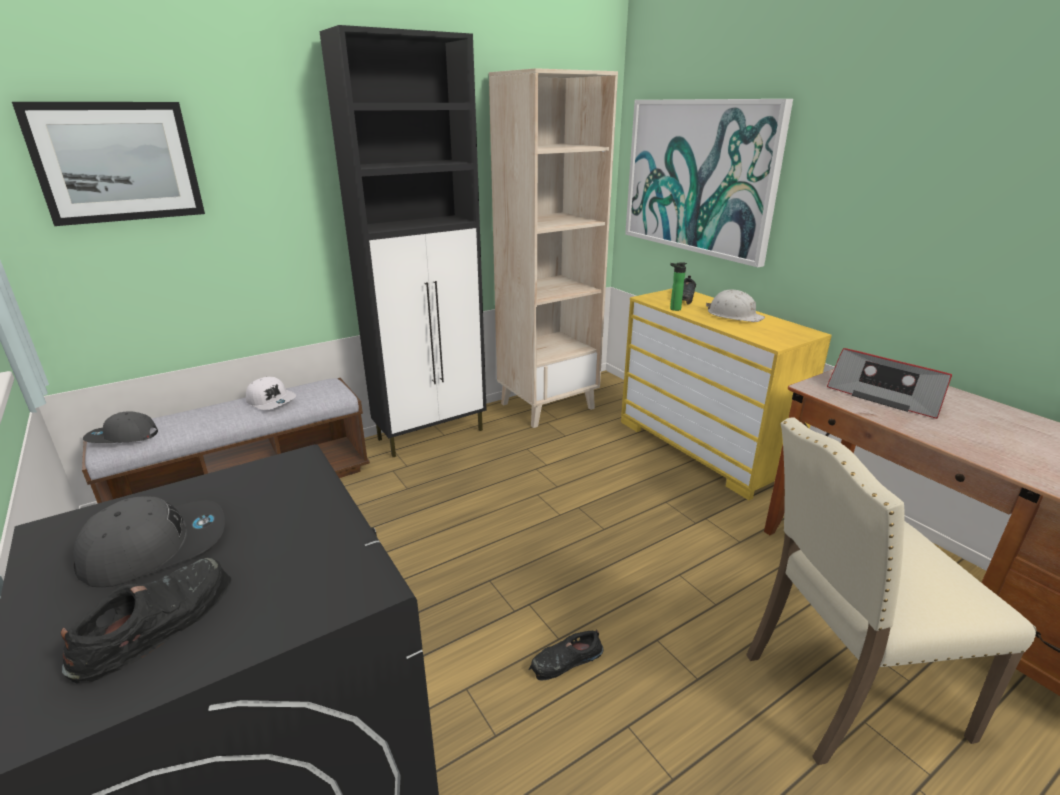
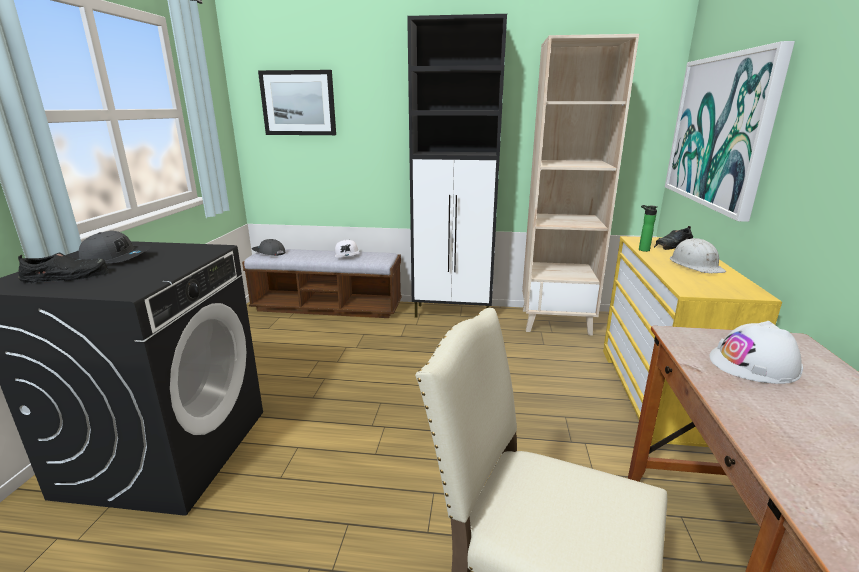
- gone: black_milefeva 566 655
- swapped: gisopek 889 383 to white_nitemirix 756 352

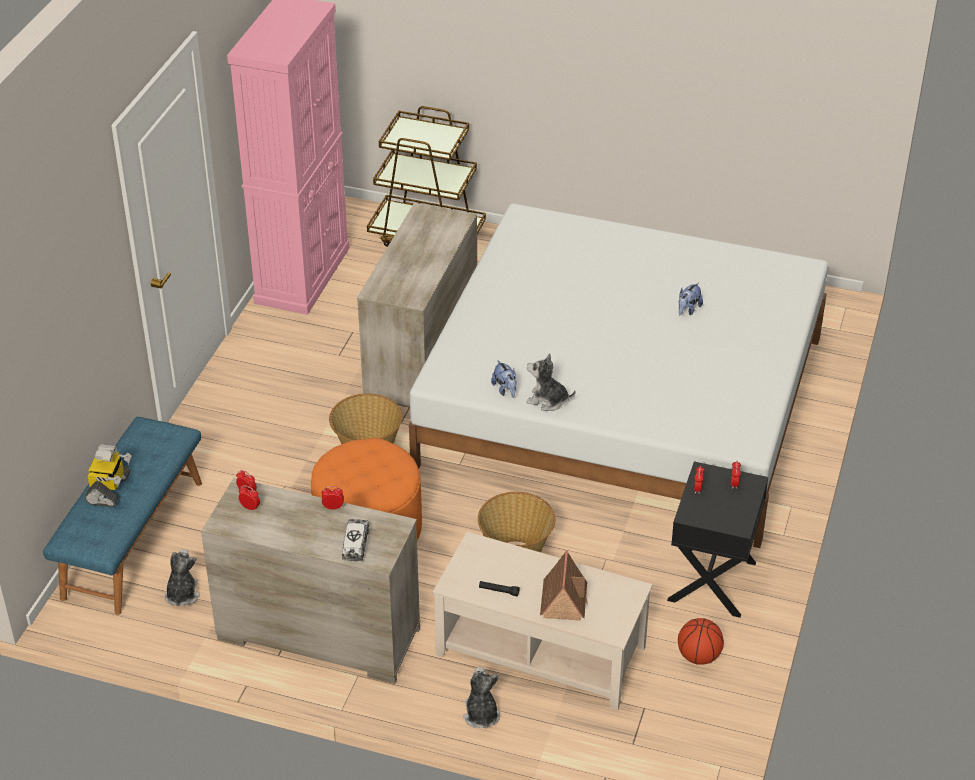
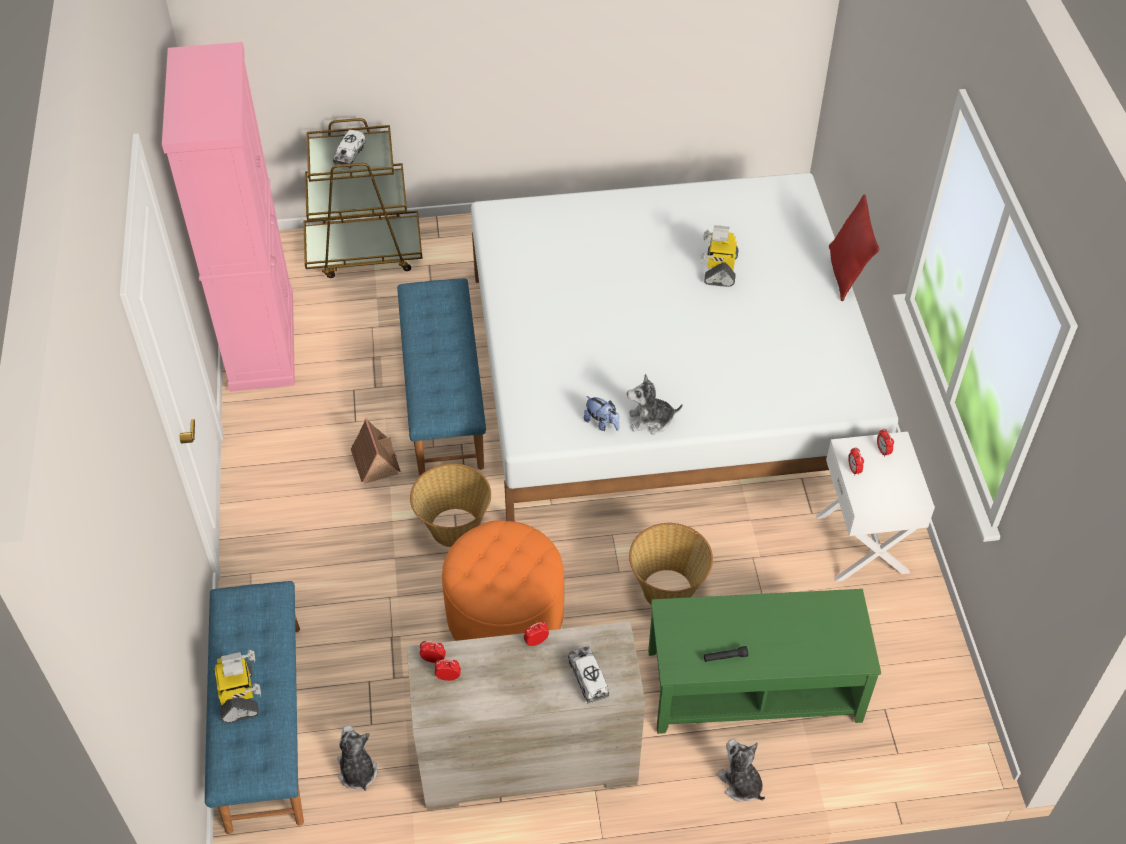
- swapped: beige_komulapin 417 305 to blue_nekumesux 441 376
- repainted: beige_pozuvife 543 621 to green_pozuvife 764 661
- shifted: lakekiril 564 585 to 376 450
- repainted: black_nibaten 717 539 to white_nibaten 875 507
- gone: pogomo 701 641
- swapped: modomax 691 299 to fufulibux 719 256
- new: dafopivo 349 149
- new: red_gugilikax 854 247

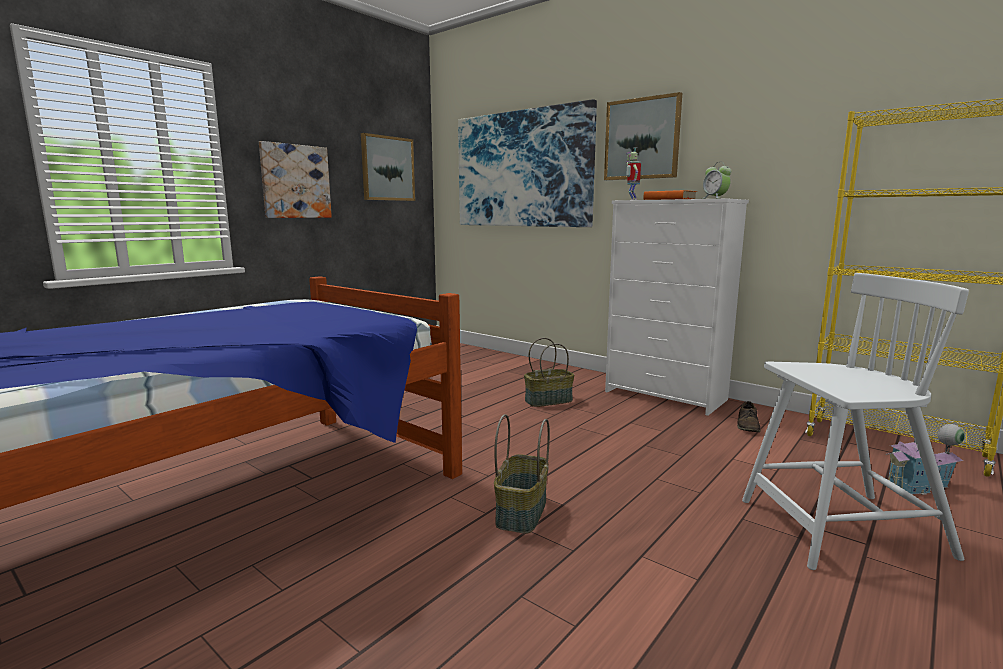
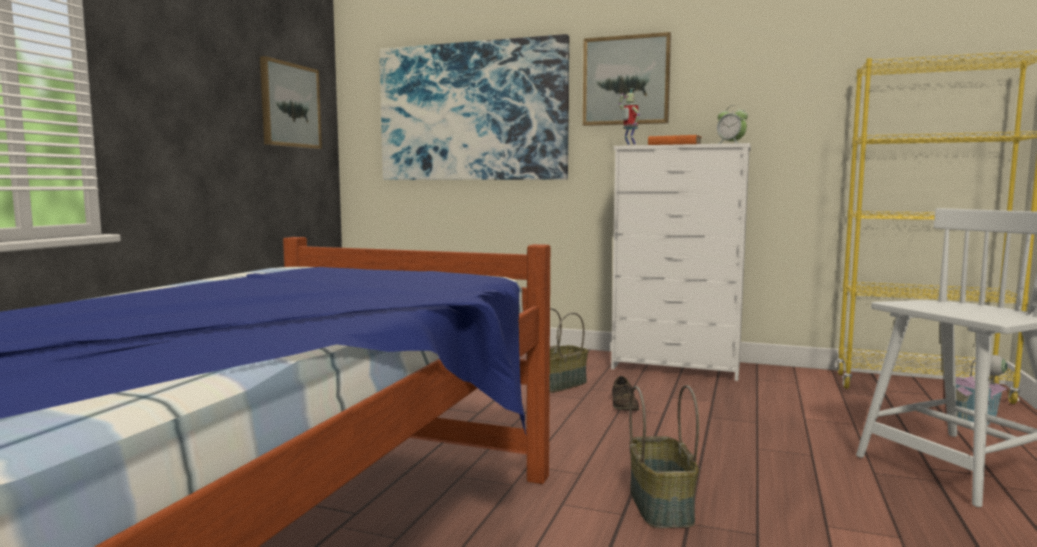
- gone: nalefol 295 179
- shifted: brown_milefeva 749 416 to 626 393

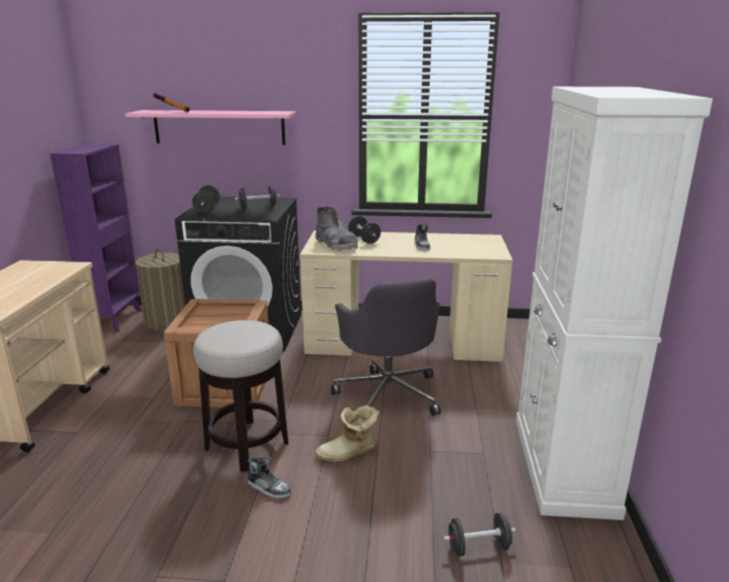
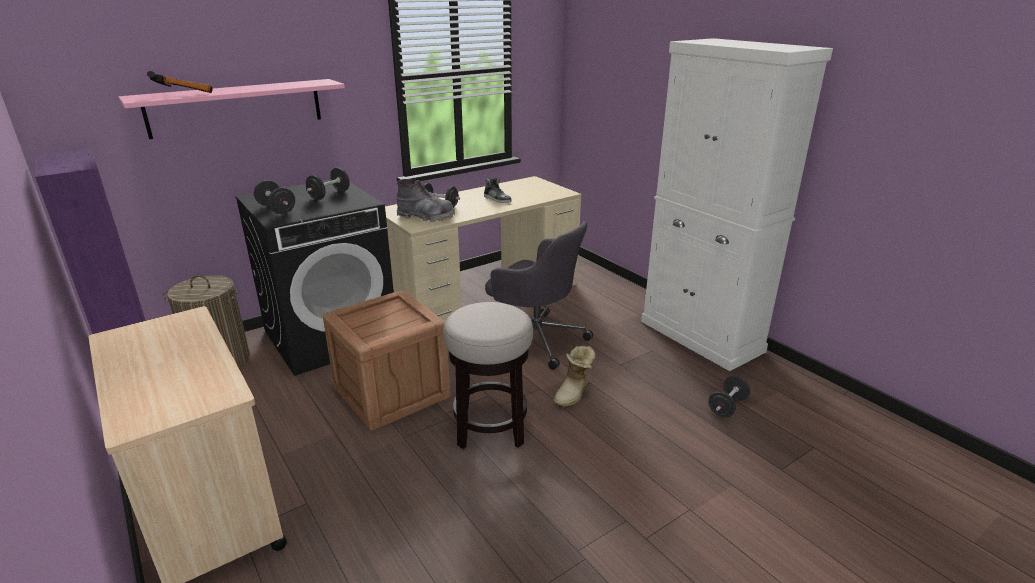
- gone: milefeva 269 478

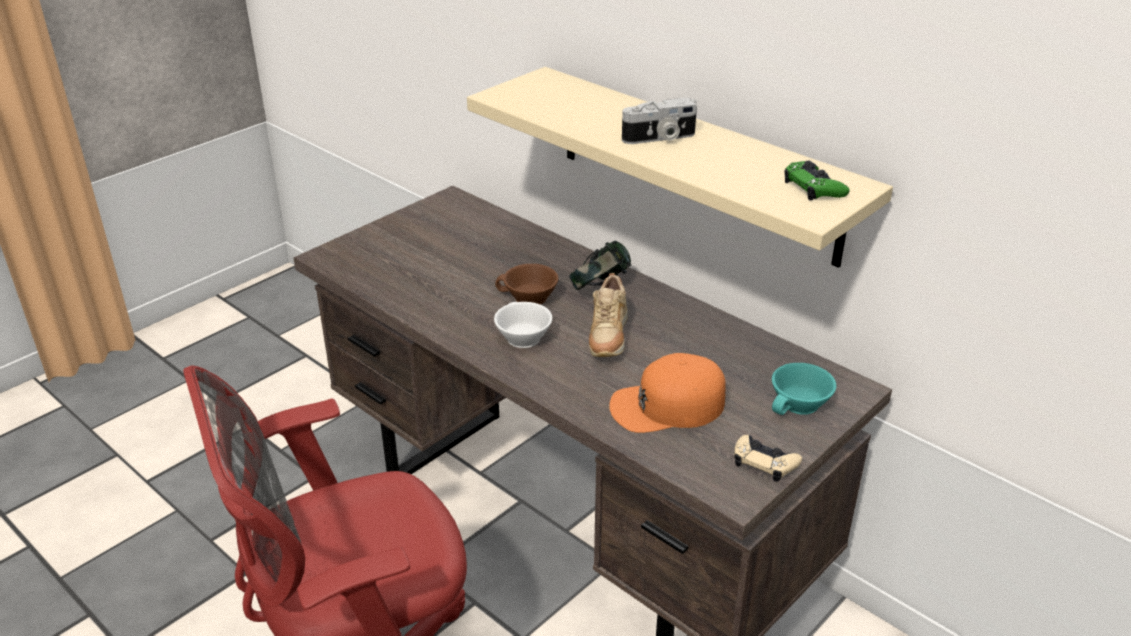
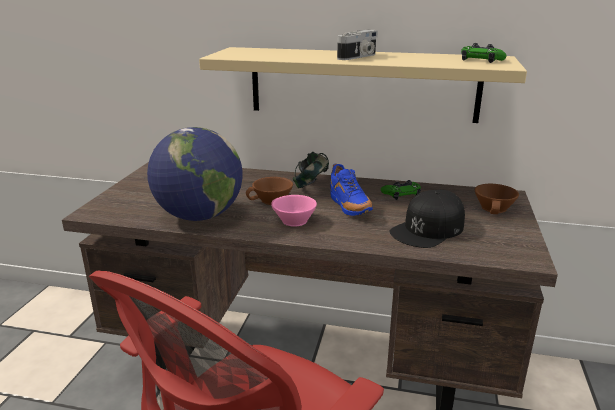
- repainted: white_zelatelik 523 325 to pink_zelatelik 294 211
- repainted: beige_milefeva 608 315 to blue_milefeva 351 189
- repainted: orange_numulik 667 393 to black_numulik 427 219
- gone: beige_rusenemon 768 458
- repainted: turquoise_zelatelik 804 389 to brown_zelatelik 497 199
- new: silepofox 195 174
- new: green_rusenemon 401 190

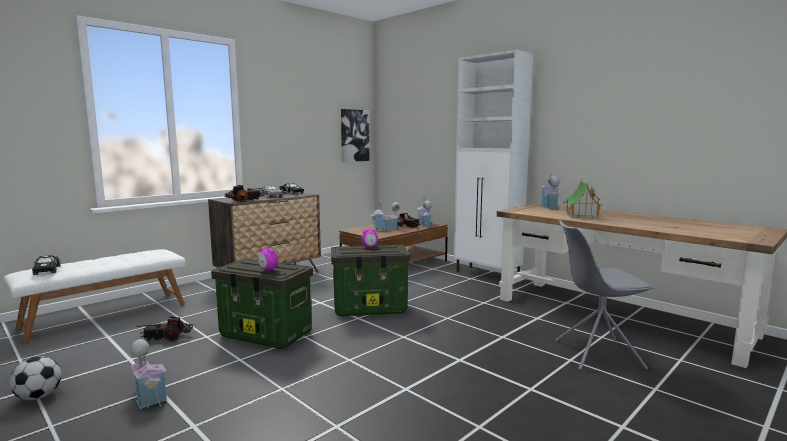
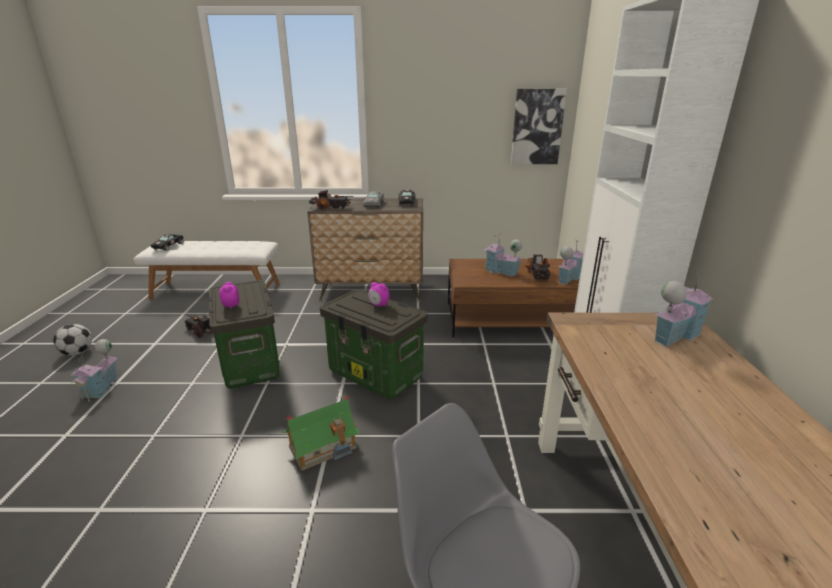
- shifted: lakekiril 582 199 to 321 433

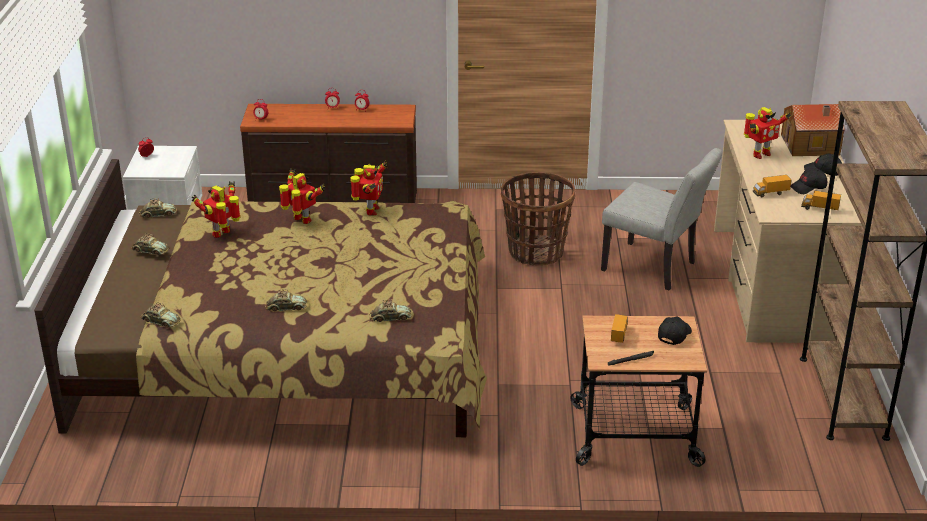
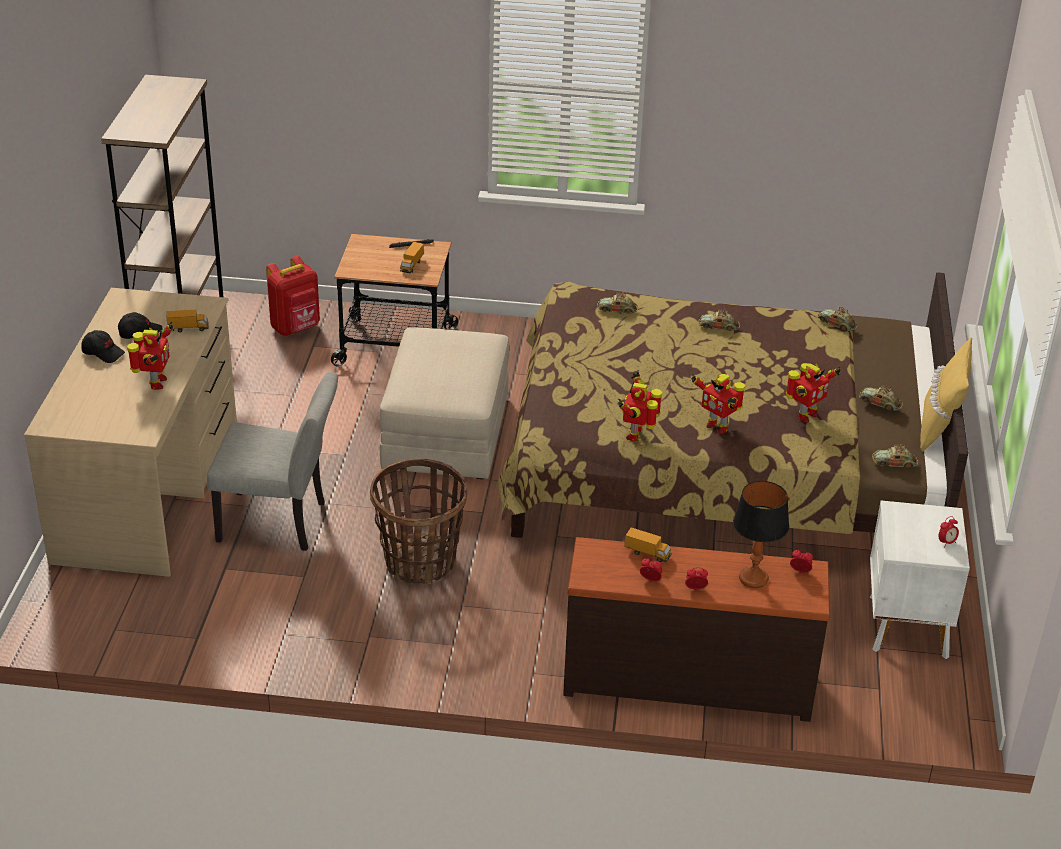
- rotated: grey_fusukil 662 219 = 272 461 150 degrees clockwise
- gone: black_numulik 675 331
- rotated: fufulibux 767 133 = 150 355 120 degrees clockwise
- gone: lakekiril 813 130
- shifted: dafopivo 821 200 to 648 544
- new: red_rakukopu 293 296
- new: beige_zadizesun 444 403
- new: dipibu 761 534
- new: yellow_gugilikax 946 394

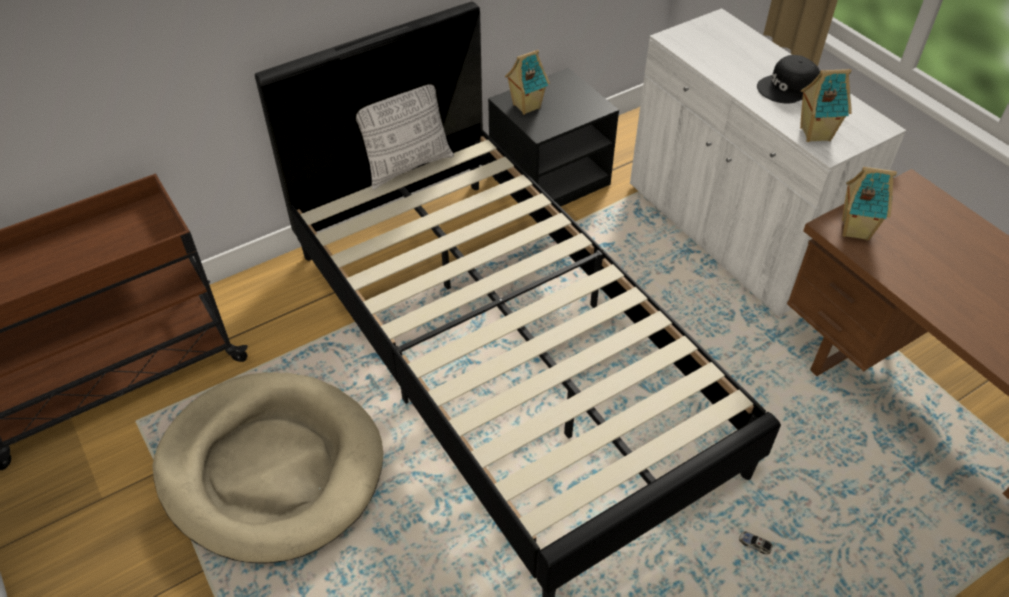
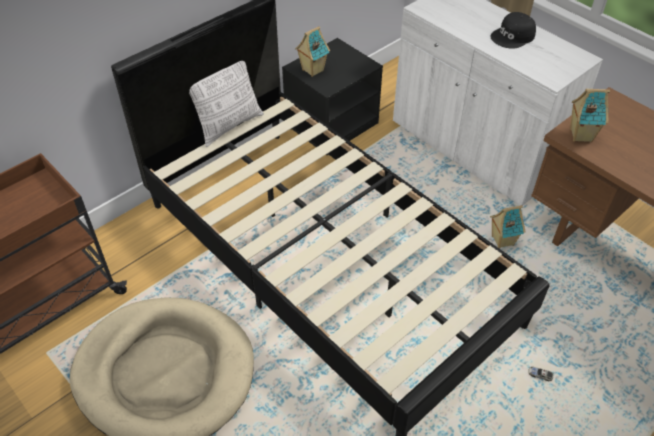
- shifted: lakekiril 826 105 to 507 226

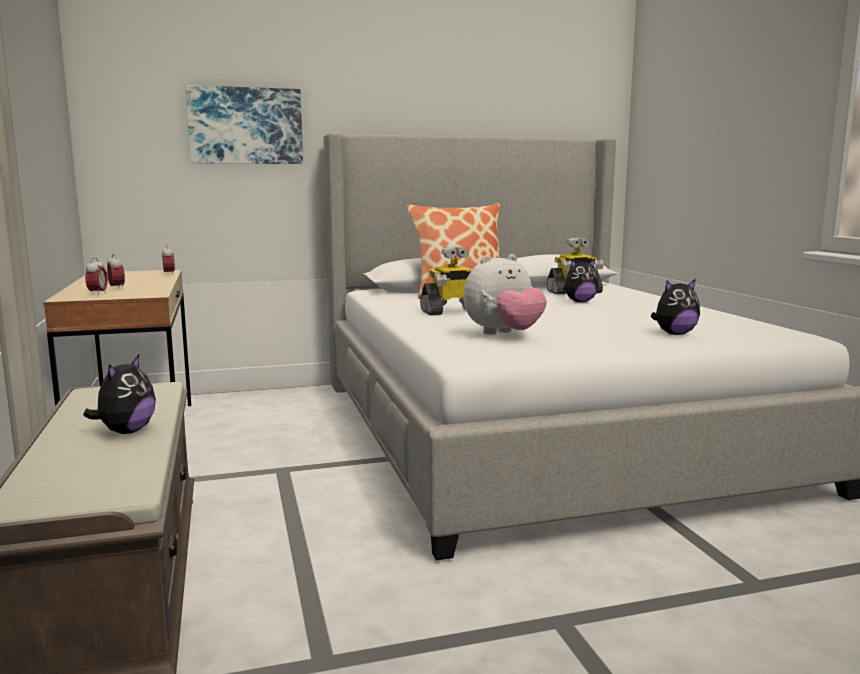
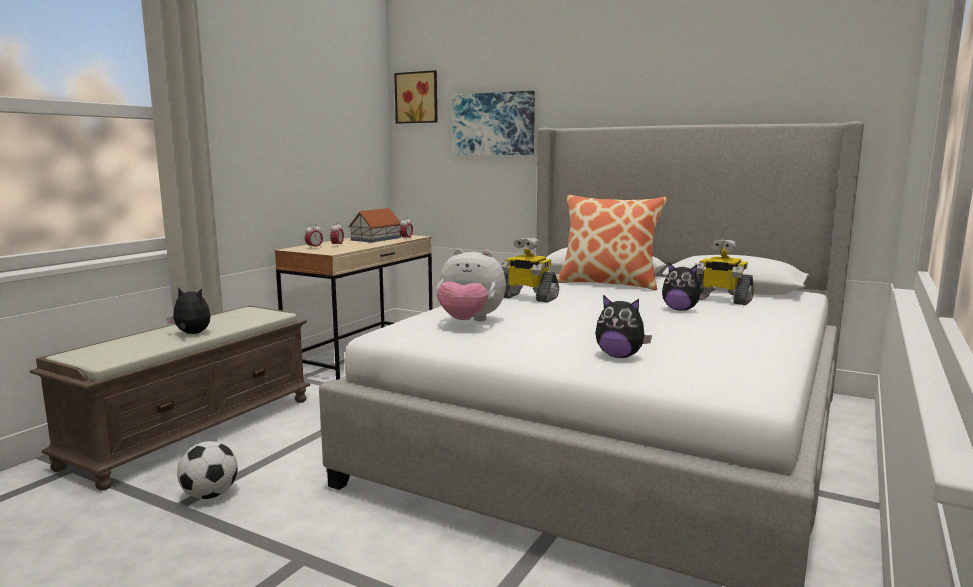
- rotated: modomax 119 394 = 188 311 135 degrees counterclockwise
- new: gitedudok 207 470
- new: lakekiril 374 225
- new: nalefol 415 97

